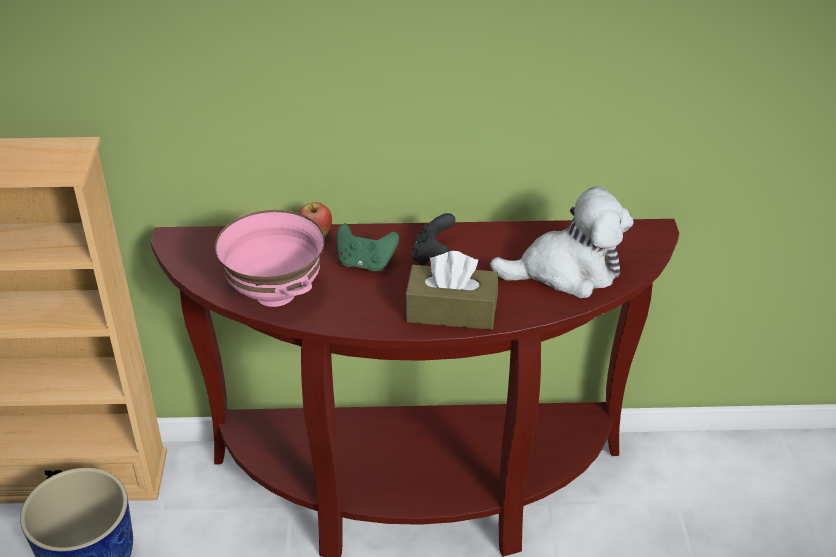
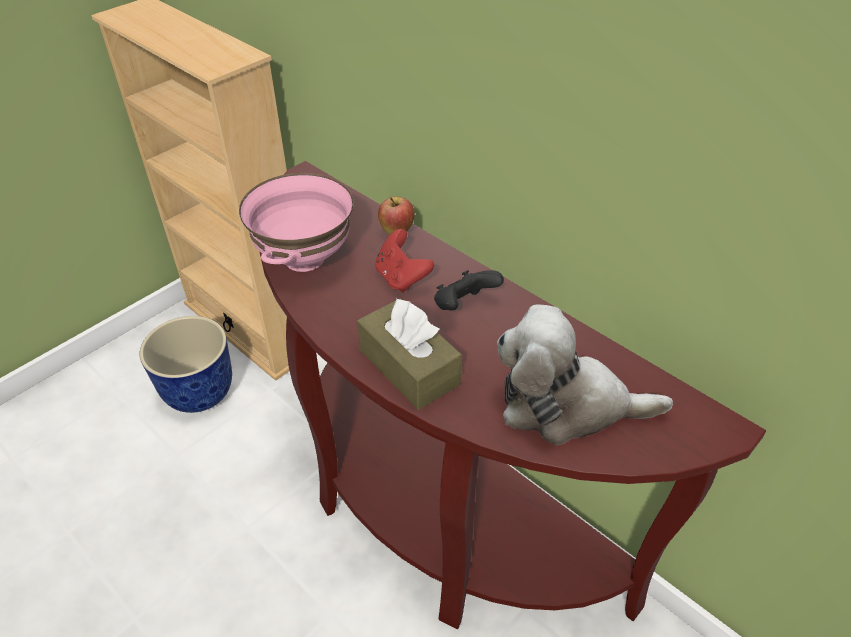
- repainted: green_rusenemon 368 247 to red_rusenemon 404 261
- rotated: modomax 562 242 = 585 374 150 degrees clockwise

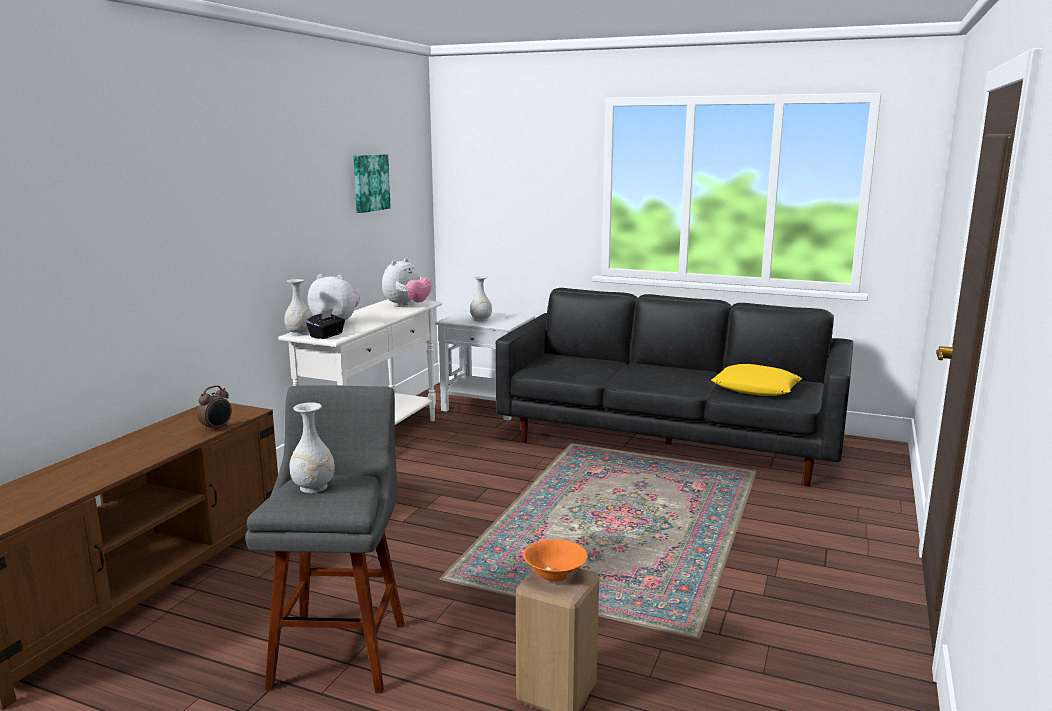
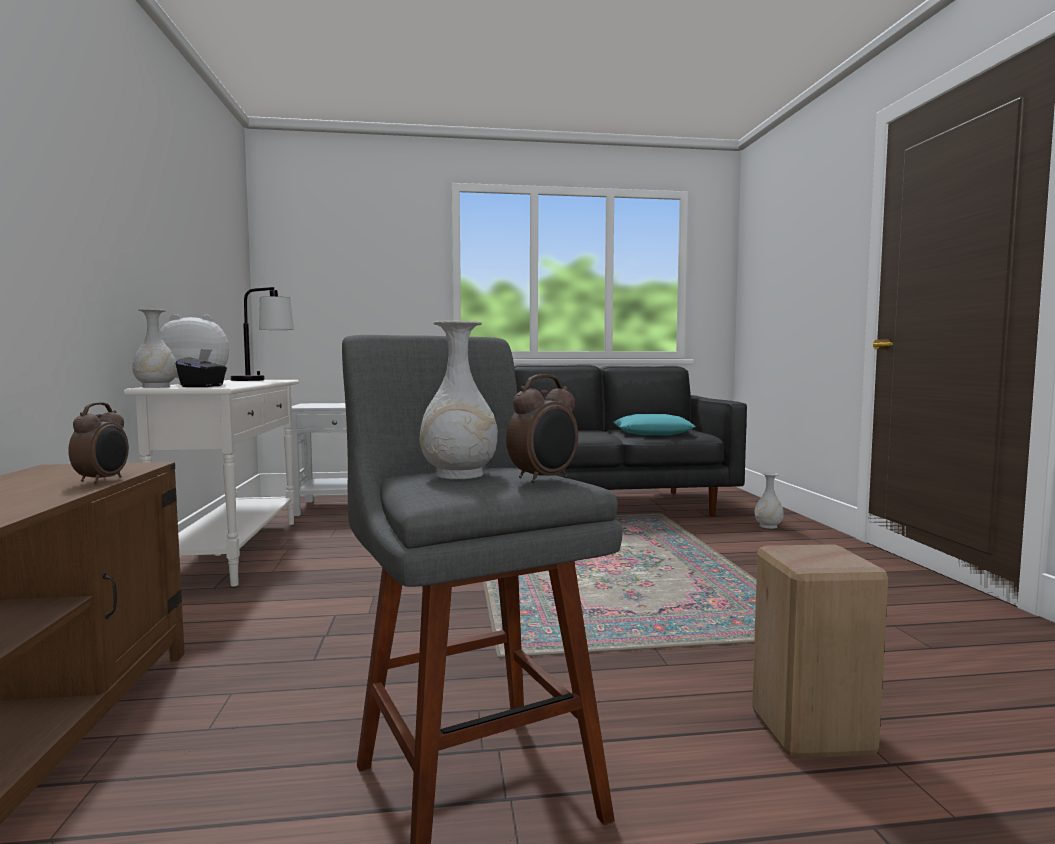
- gone: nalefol 372 183
- swapped: modomax 407 282 to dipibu 262 334
- shifted: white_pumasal 481 299 to 769 500
- gone: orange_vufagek 555 560
- repainted: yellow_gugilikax 756 380 to turquoise_gugilikax 654 424
- new: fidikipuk 542 428

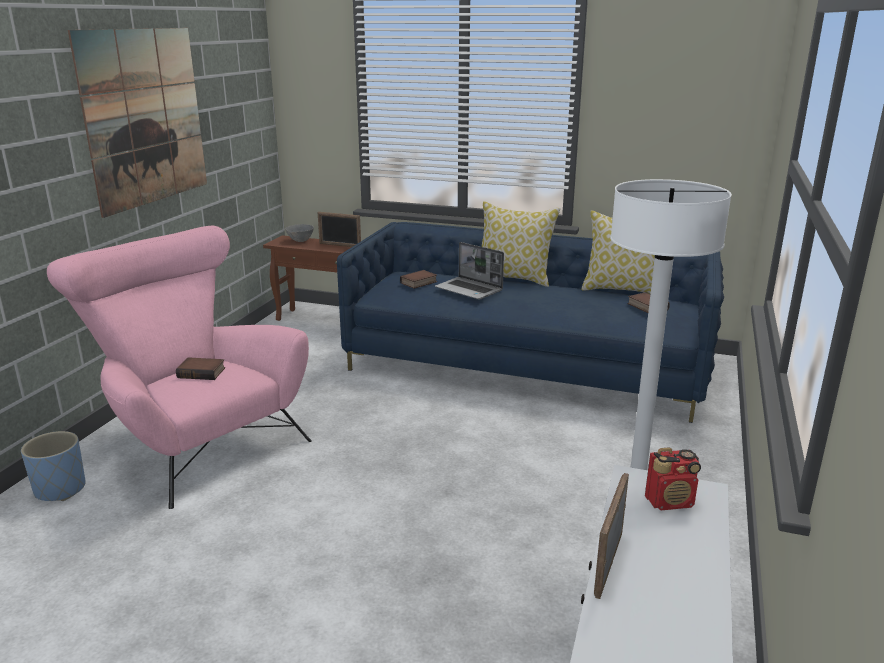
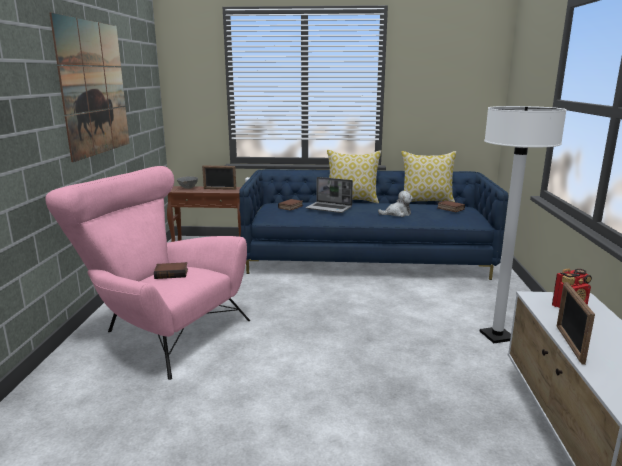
- gone: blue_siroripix 53 466
- new: modomax 395 204

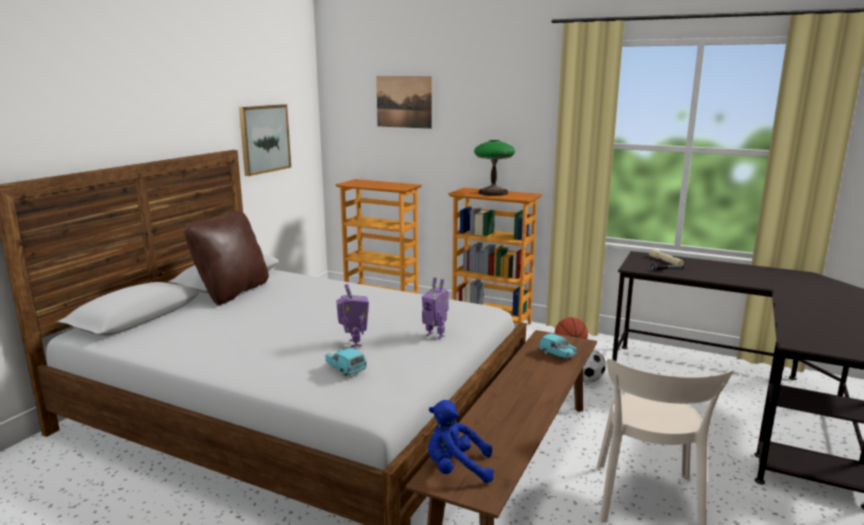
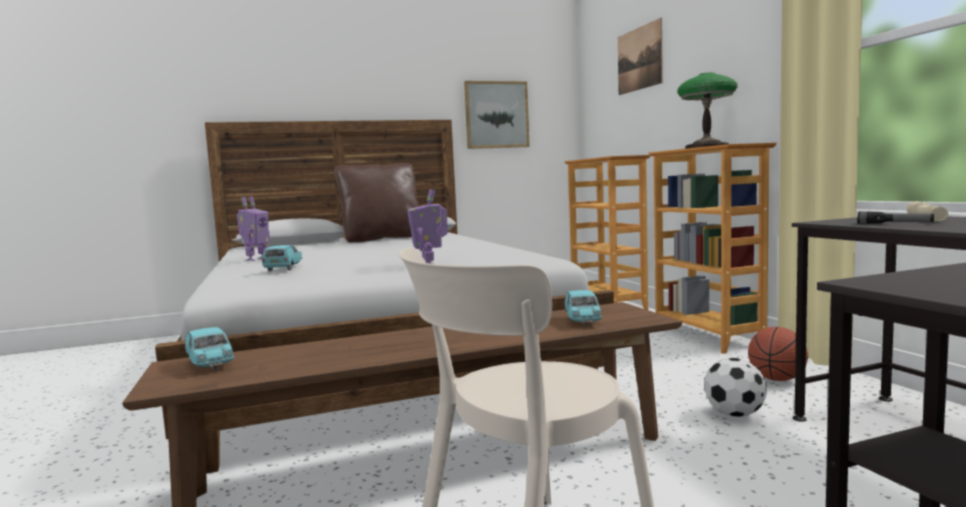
- shifted: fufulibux 352 315 to 253 229
- swapped: blue_modomax 461 441 to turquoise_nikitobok 210 348

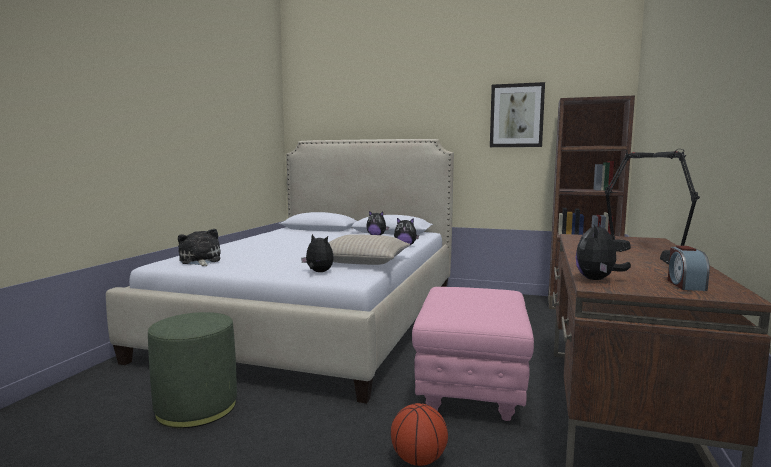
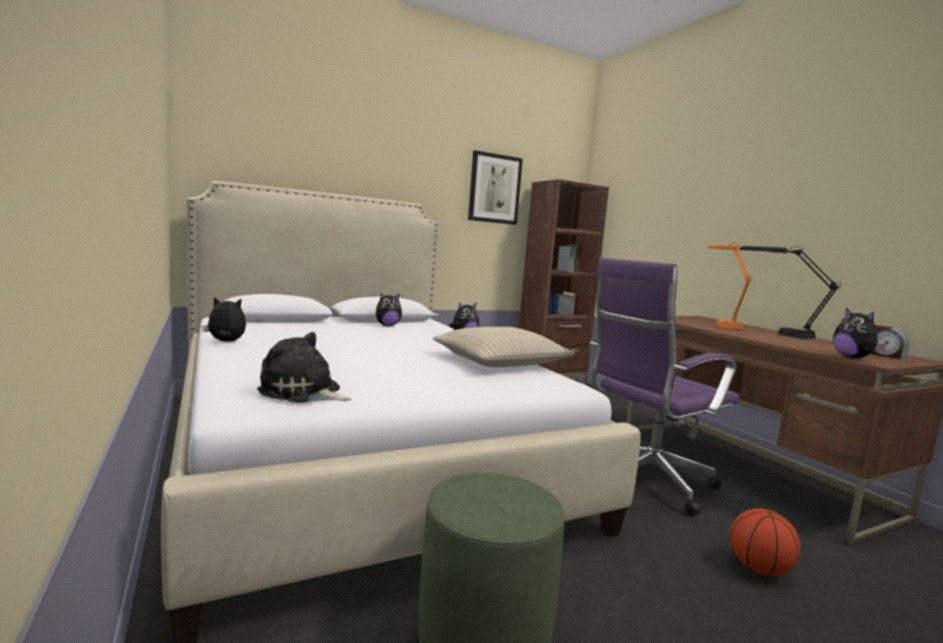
- shifted: modomax 317 253 to 224 319
- swapped: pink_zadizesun 473 354 to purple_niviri 665 387
- repainted: black_dipibu 630 201 to orange_dipibu 730 287

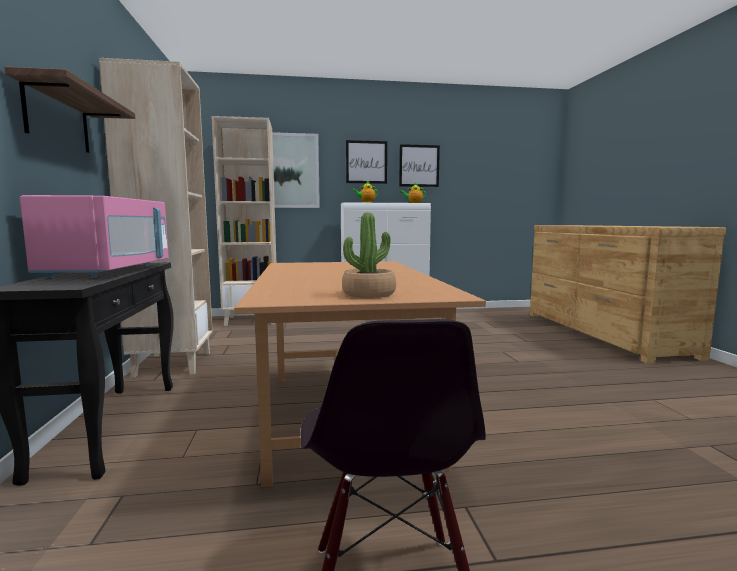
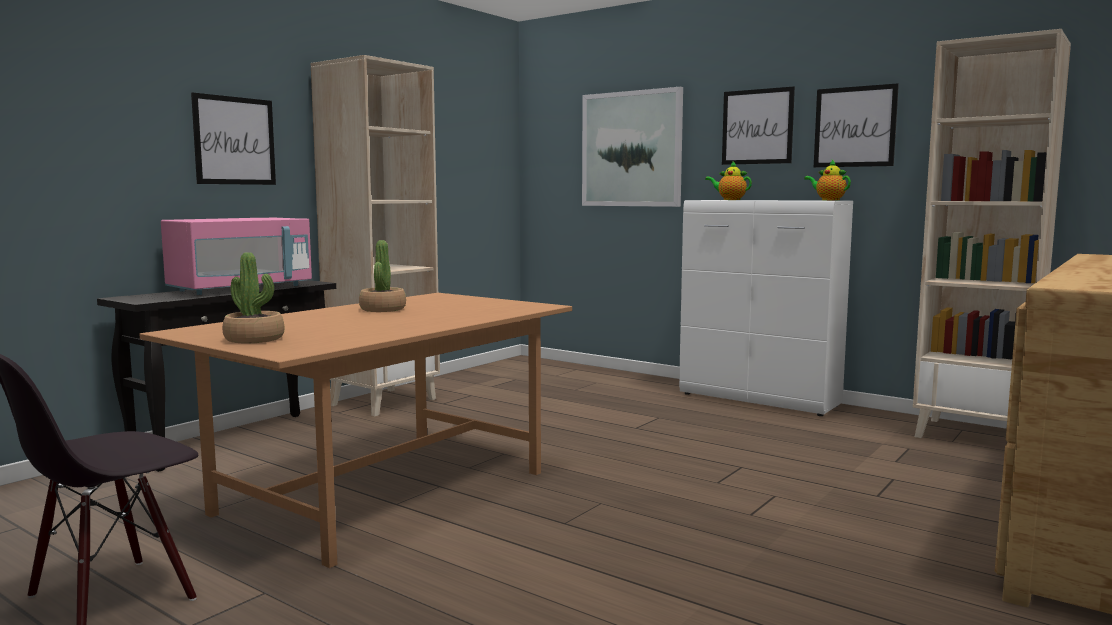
- swapped: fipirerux 69 110 to nalefol 233 139
- shifted: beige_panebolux 243 221 to 992 233
- new: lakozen 382 276

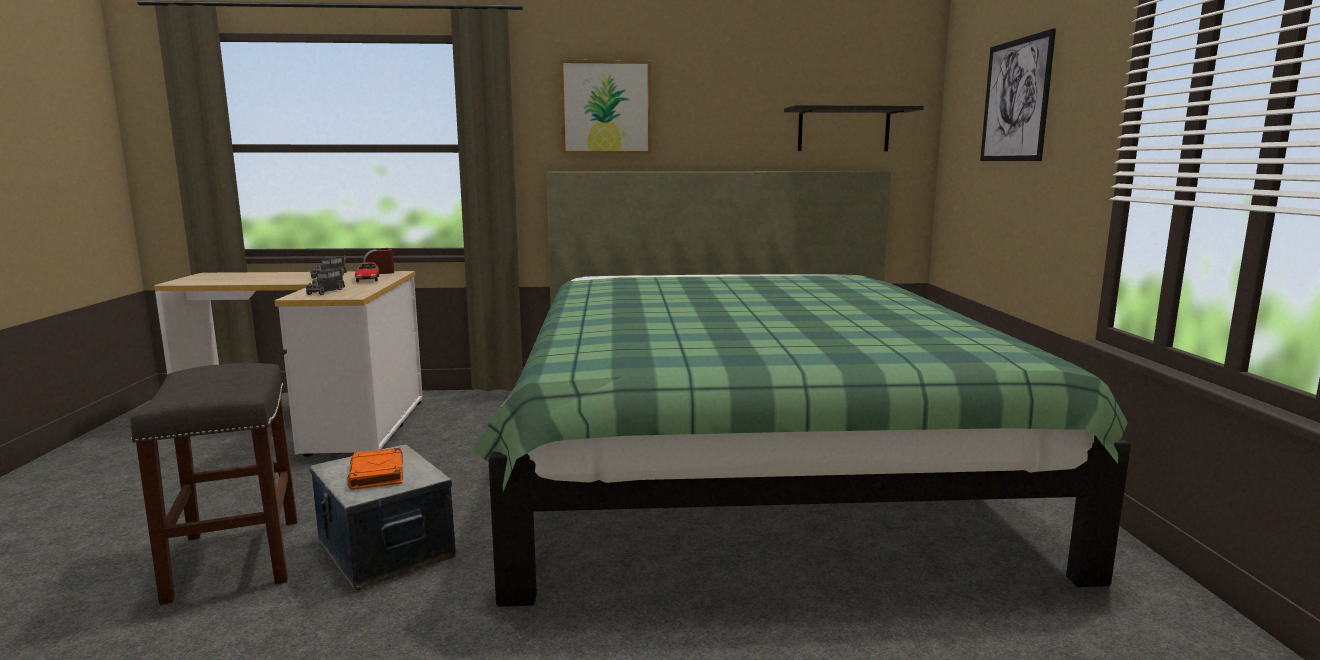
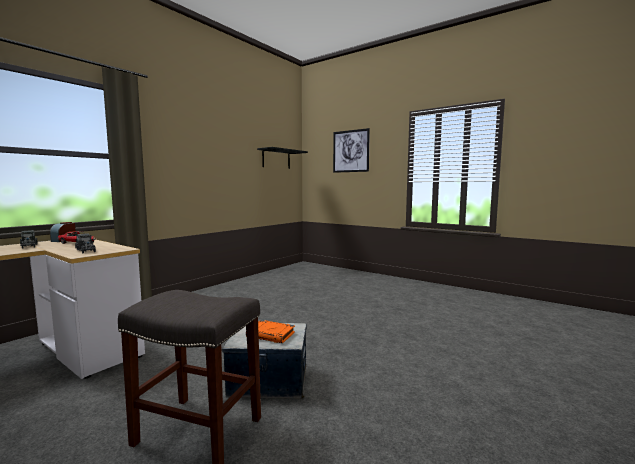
- gone: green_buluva 801 389
- gone: nalefol 605 107

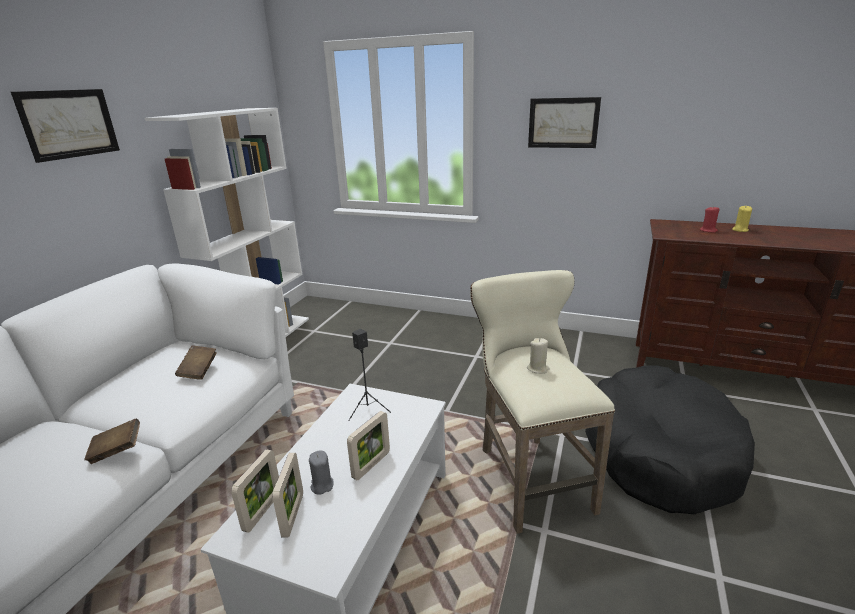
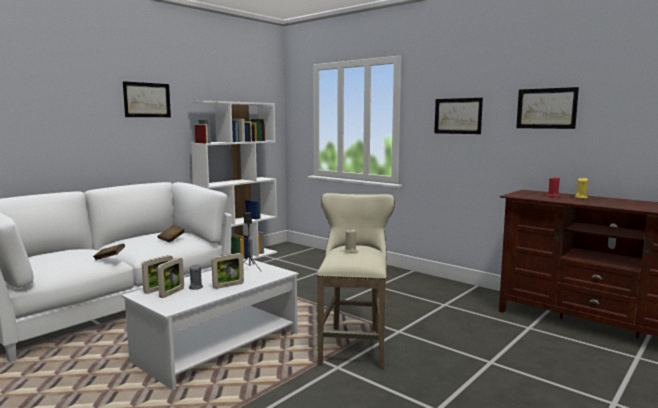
- gone: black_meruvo 670 440
- new: nalefol 547 108

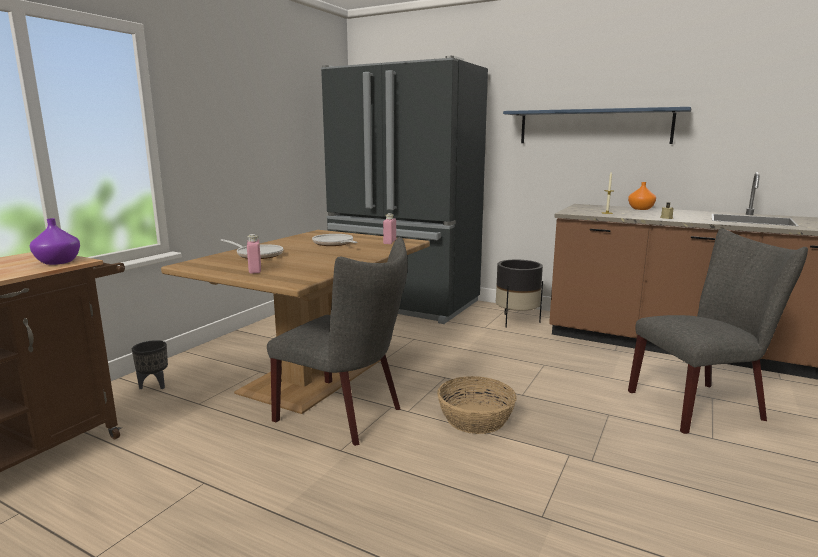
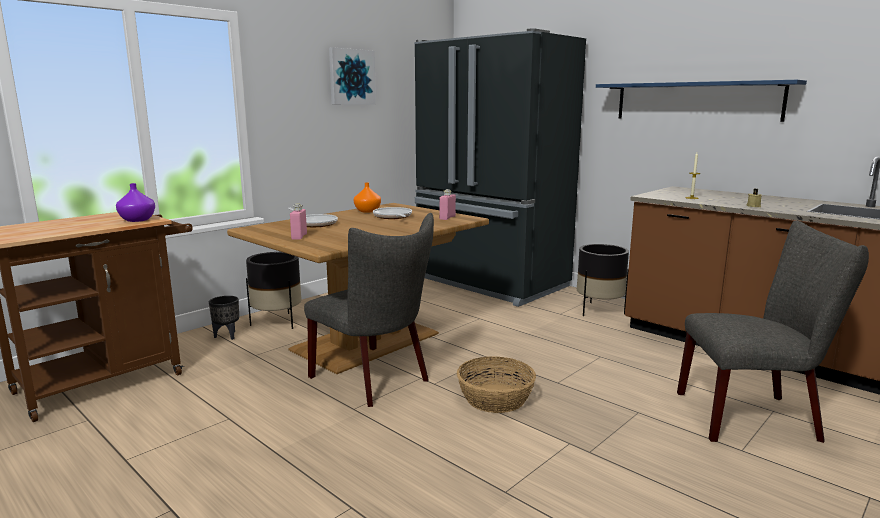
- shifted: orange_pumasal 642 196 to 367 198
- new: black_siroripix 274 290
- new: nalefol 352 76

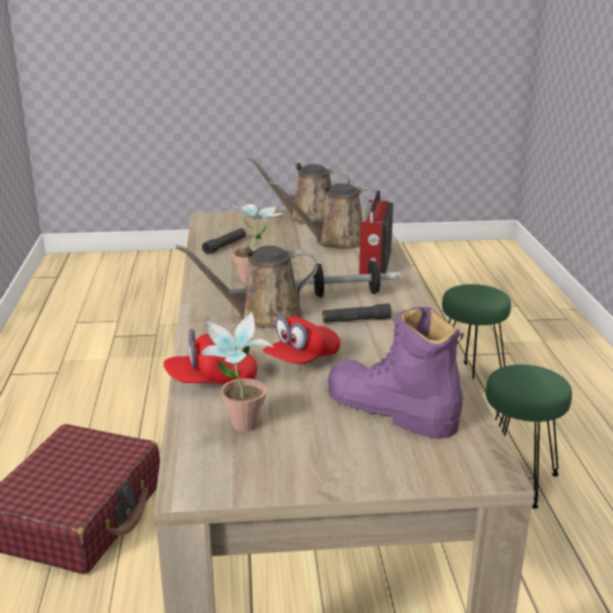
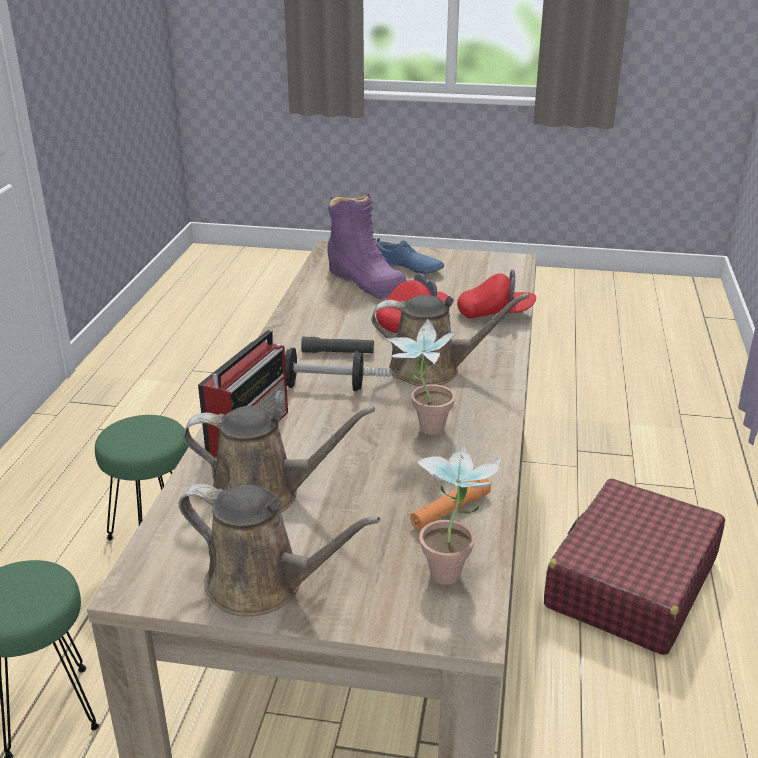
- shifted: lakozen 237 372 to 459 515
- repainted: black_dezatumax 224 241 to orange_dezatumax 450 503
- new: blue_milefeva 410 256

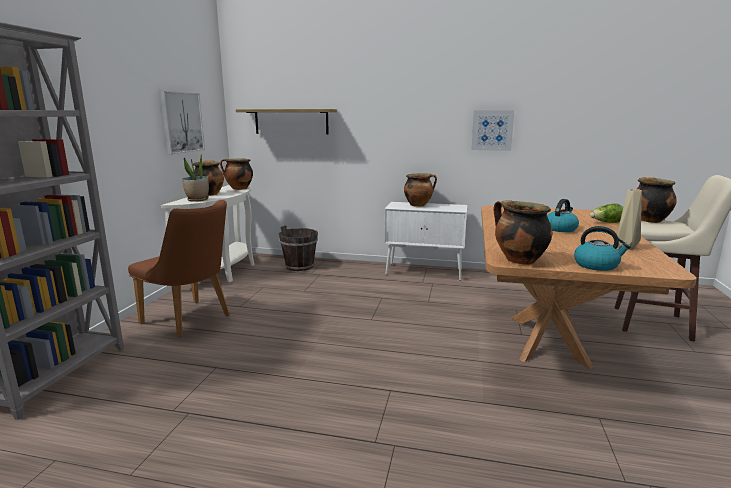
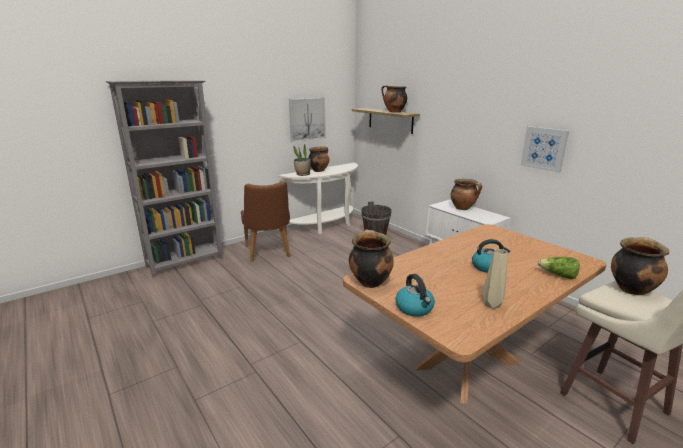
- shifted: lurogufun 236 174 to 394 98

